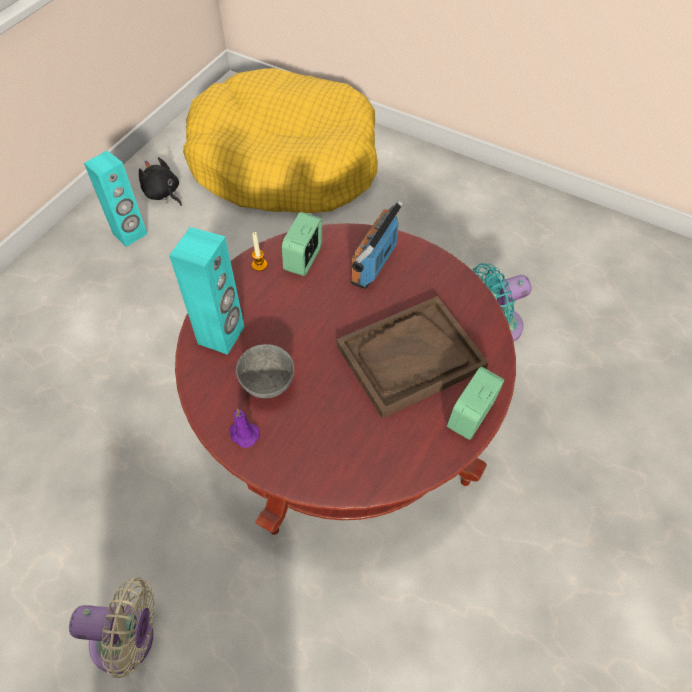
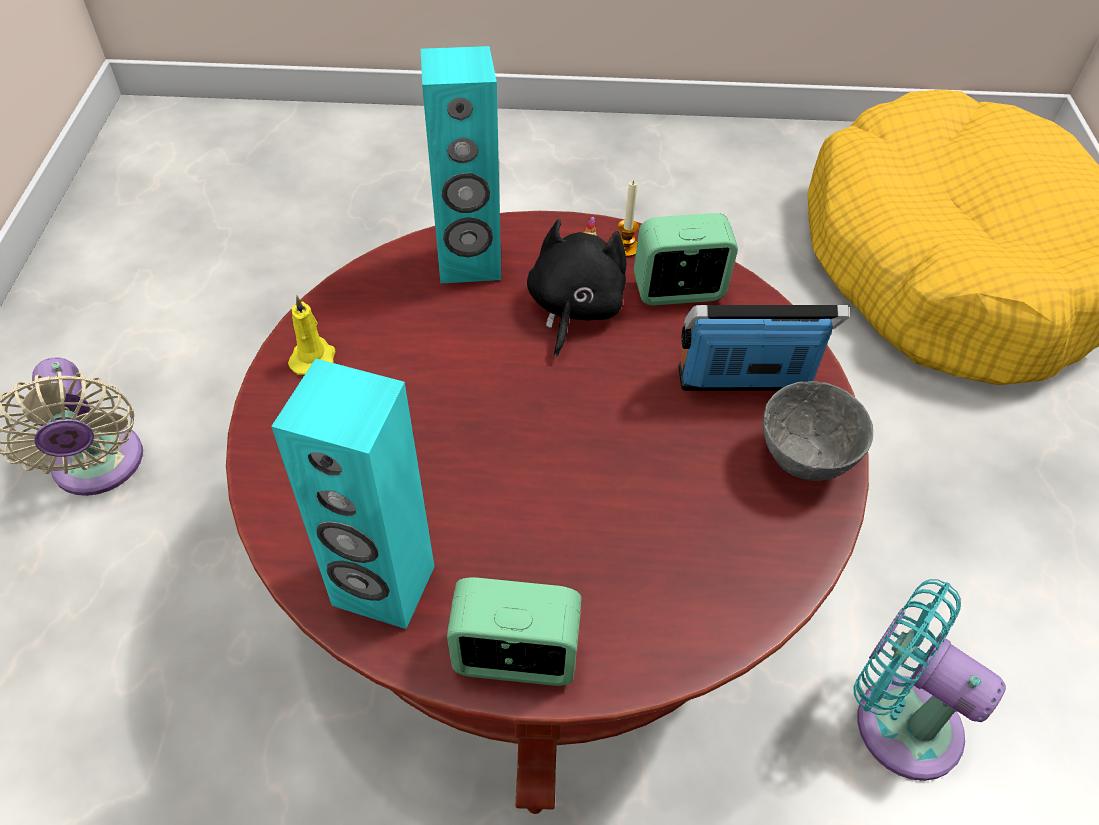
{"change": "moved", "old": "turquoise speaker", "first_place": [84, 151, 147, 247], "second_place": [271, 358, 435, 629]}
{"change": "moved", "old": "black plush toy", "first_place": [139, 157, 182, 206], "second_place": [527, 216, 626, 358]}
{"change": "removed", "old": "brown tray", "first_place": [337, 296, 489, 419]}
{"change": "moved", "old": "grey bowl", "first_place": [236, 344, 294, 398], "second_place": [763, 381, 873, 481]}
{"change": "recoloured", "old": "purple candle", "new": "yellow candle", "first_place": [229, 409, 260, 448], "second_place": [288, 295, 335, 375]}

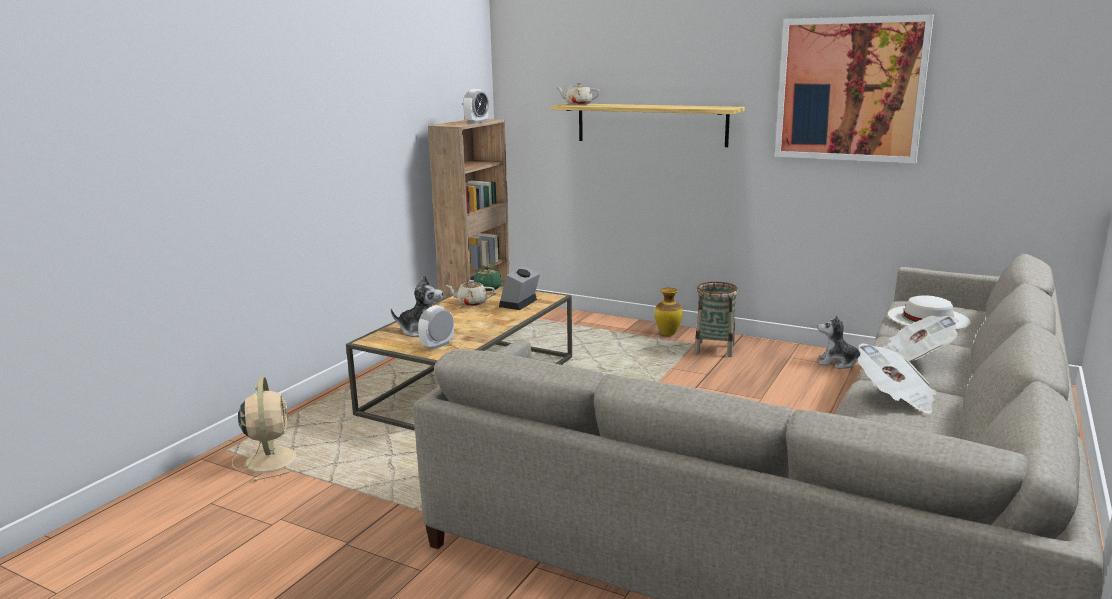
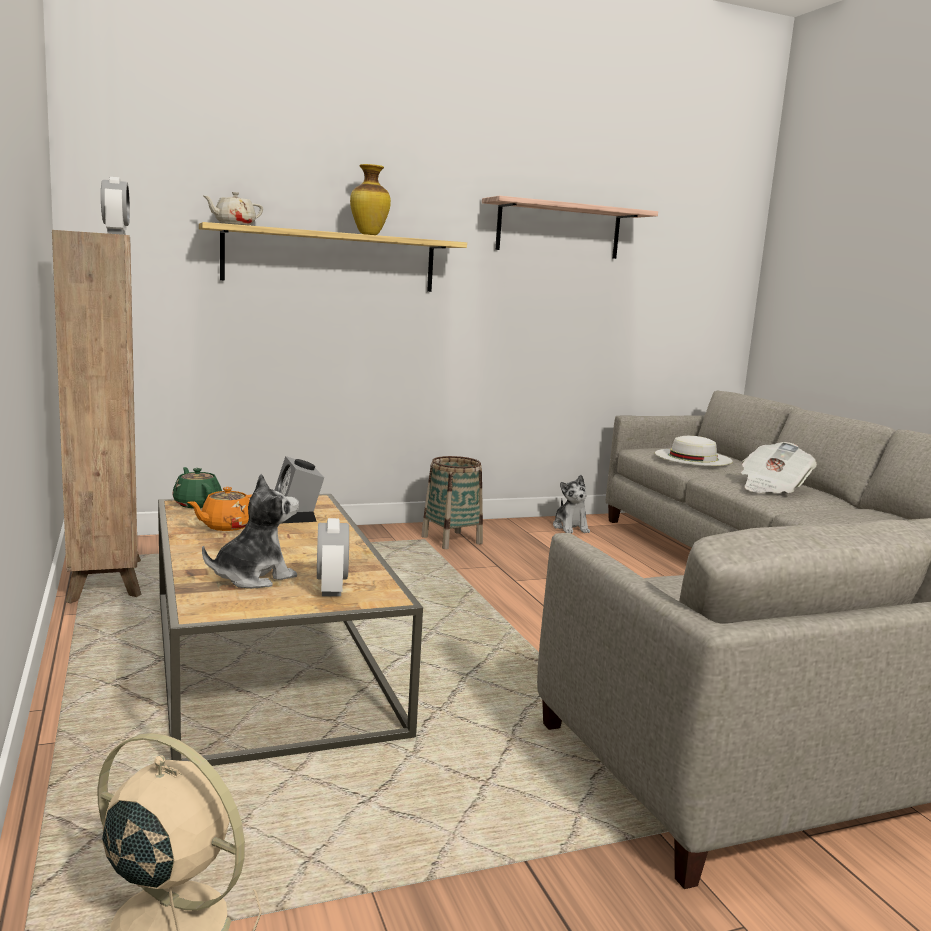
{"change": "replaced", "old": "picture", "new": "shelf", "first_place": [775, 15, 934, 163], "second_place": [482, 196, 658, 259]}
{"change": "recoloured", "old": "beige teapot", "new": "orange teapot", "first_place": [446, 280, 495, 306], "second_place": [187, 487, 253, 531]}
{"change": "moved", "old": "vase", "first_place": [654, 288, 683, 336], "second_place": [350, 164, 391, 235]}
{"change": "turned", "old": "plush toy", "first_place": [817, 315, 861, 369], "second_place": [553, 475, 590, 533], "degrees": -75}
{"change": "removed", "old": "newspaper", "first_place": [858, 343, 937, 414]}

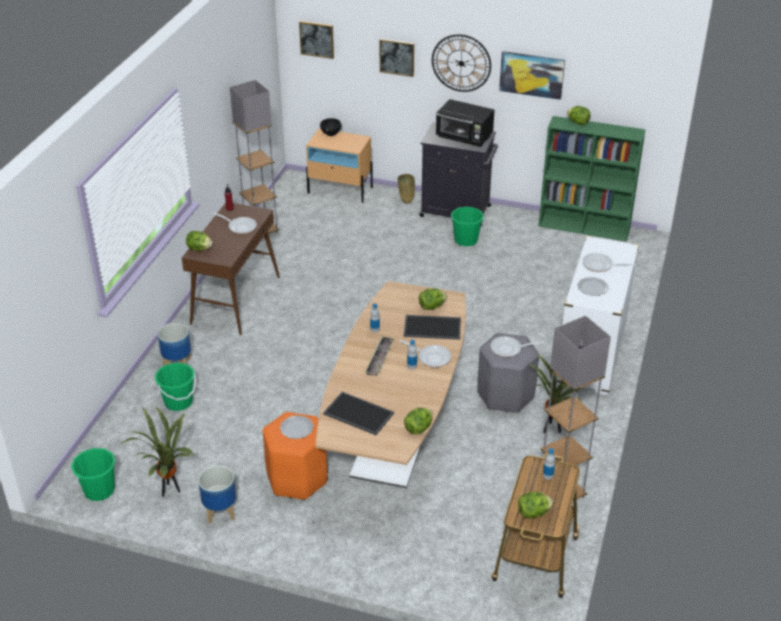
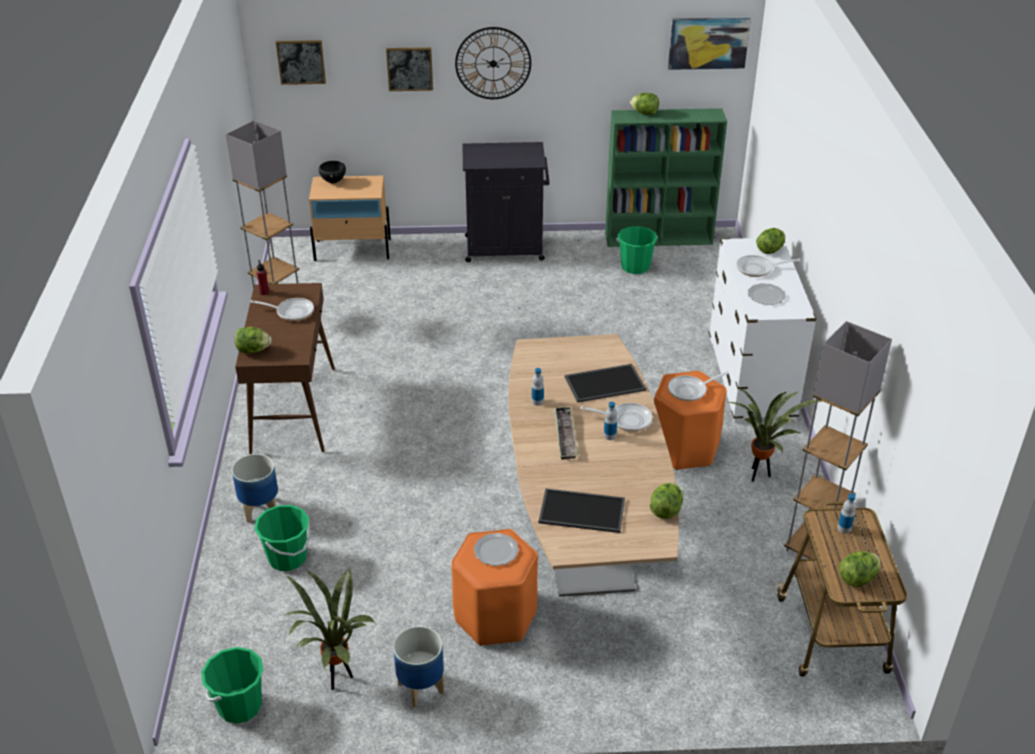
{"change": "moved", "old": "picture", "first_place": [499, 51, 565, 100], "second_place": [668, 17, 751, 70]}
{"change": "removed", "old": "black microwave", "first_place": [436, 99, 495, 147]}
{"change": "removed", "old": "beige vase", "first_place": [397, 174, 415, 203]}
{"change": "moved", "old": "green bucket", "first_place": [451, 207, 485, 246], "second_place": [616, 226, 658, 274]}
{"change": "moved", "old": "lettuce", "first_place": [419, 288, 447, 310], "second_place": [756, 228, 785, 254]}
{"change": "recoloured", "old": "grey stool", "new": "orange stool", "first_place": [477, 333, 539, 413], "second_place": [654, 371, 727, 470]}

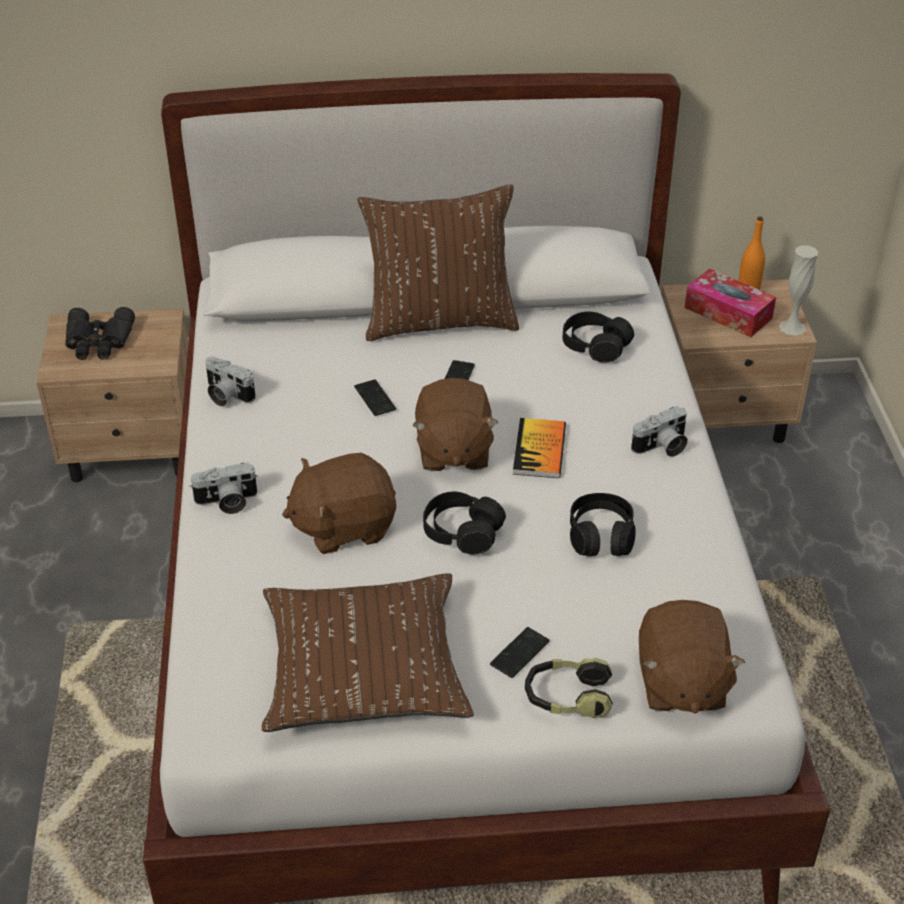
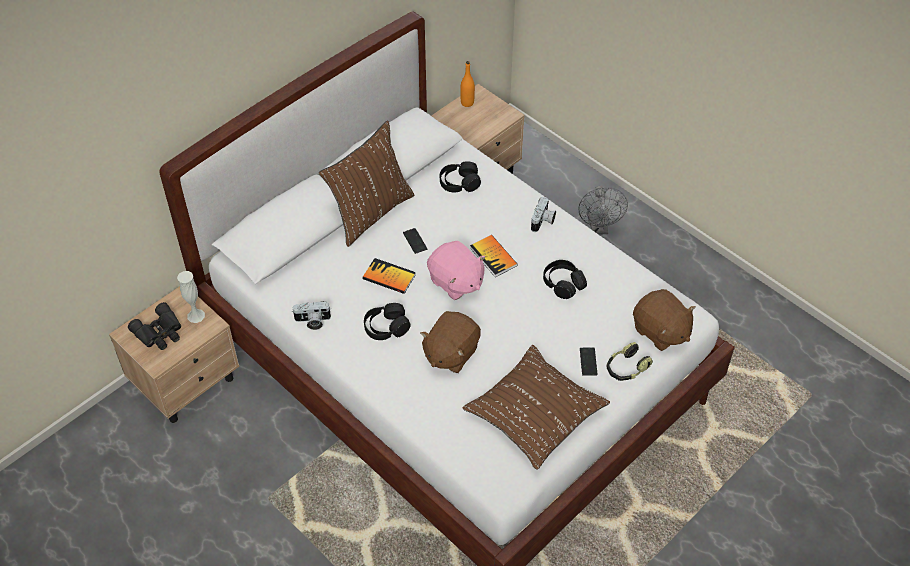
{"change": "moved", "old": "white vase", "first_place": [779, 245, 818, 335], "second_place": [177, 271, 205, 323]}
{"change": "removed", "old": "tissue box", "first_place": [685, 269, 776, 337]}
{"change": "recoloured", "old": "brown plush toy", "new": "pink plush toy", "first_place": [412, 378, 499, 471], "second_place": [427, 241, 486, 300]}
{"change": "replaced", "old": "phone", "new": "book", "first_place": [354, 379, 396, 416], "second_place": [363, 258, 416, 294]}
{"change": "removed", "old": "photo camera", "first_place": [189, 463, 258, 514]}
{"change": "moved", "old": "black headphones", "first_place": [423, 492, 506, 554], "second_place": [364, 303, 410, 340]}
{"change": "added", "new": "grey fan", "second_place": [578, 186, 628, 235]}

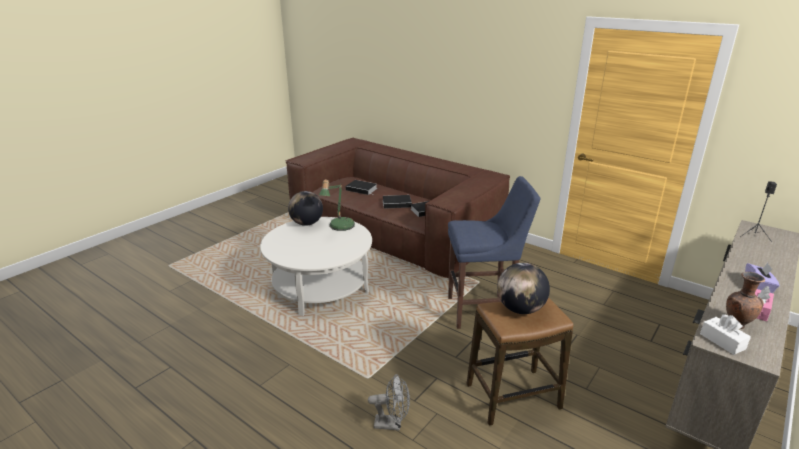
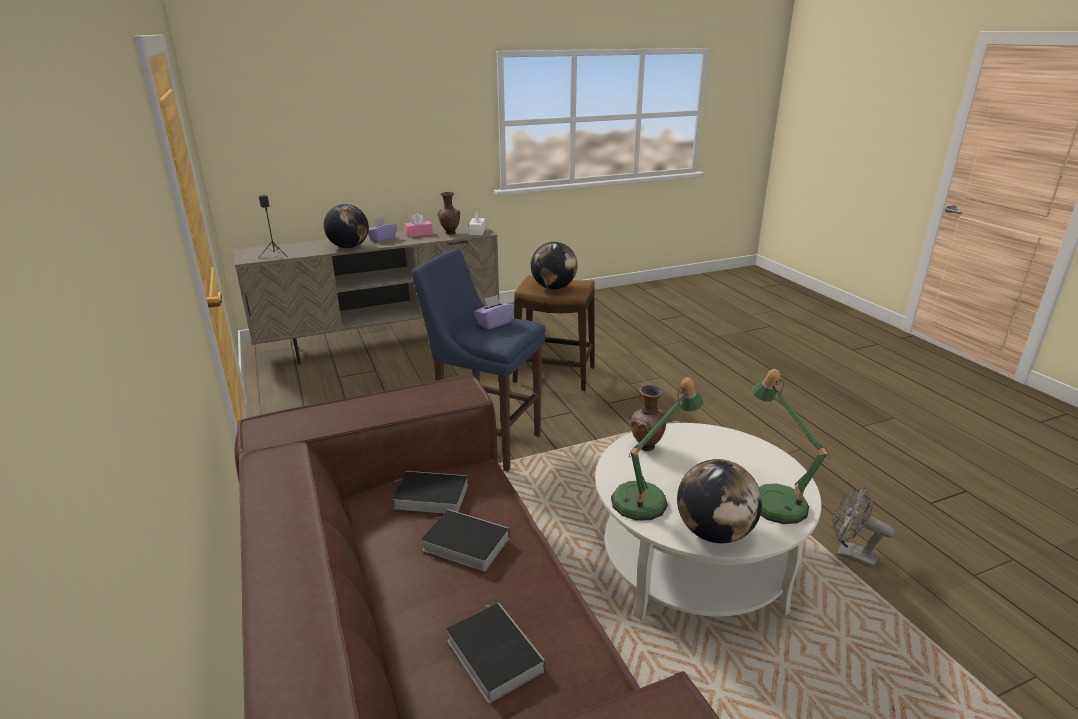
{"change": "moved", "old": "grey fan", "first_place": [368, 374, 410, 431], "second_place": [833, 487, 895, 569]}
{"change": "added", "new": "globe", "second_place": [324, 204, 369, 248]}
{"change": "added", "new": "purple tissue box", "second_place": [474, 295, 514, 329]}
{"change": "added", "new": "table lamp", "second_place": [752, 369, 830, 524]}
{"change": "added", "new": "brown vase", "second_place": [631, 385, 666, 451]}

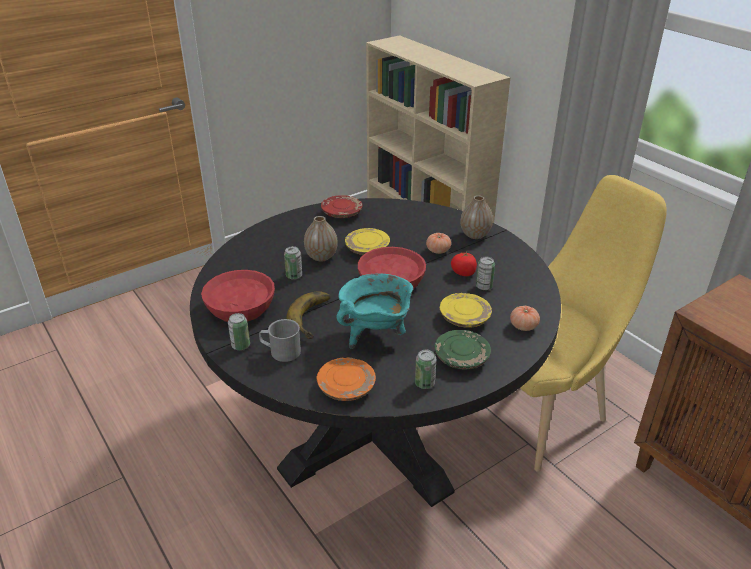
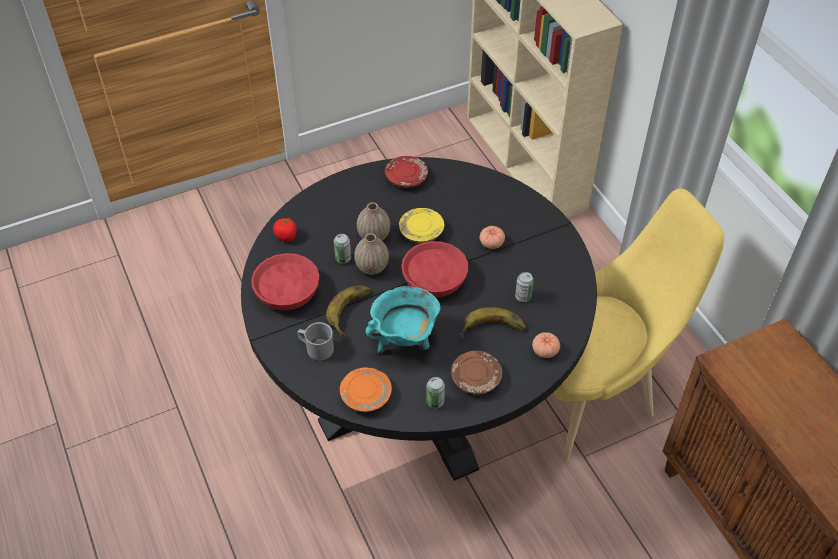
{"change": "moved", "old": "vase", "first_place": [461, 195, 493, 239], "second_place": [354, 233, 389, 275]}
{"change": "moved", "old": "tomato", "first_place": [451, 251, 477, 276], "second_place": [273, 218, 297, 242]}
{"change": "replaced", "old": "yellow plate", "new": "banana", "first_place": [440, 293, 492, 328], "second_place": [459, 307, 527, 341]}
{"change": "removed", "old": "can", "first_place": [228, 313, 250, 350]}
{"change": "recoloured", "old": "green plate", "new": "brown plate", "first_place": [435, 330, 491, 370], "second_place": [451, 351, 502, 395]}

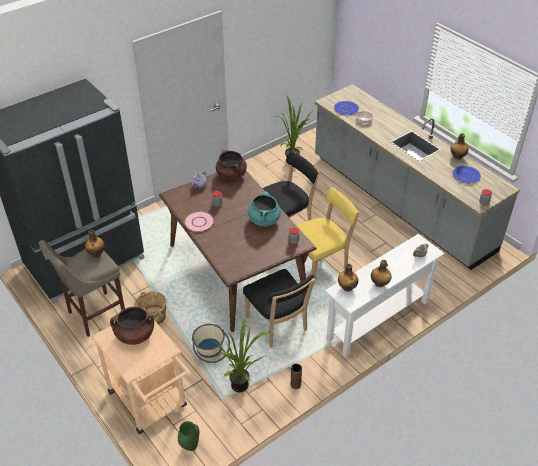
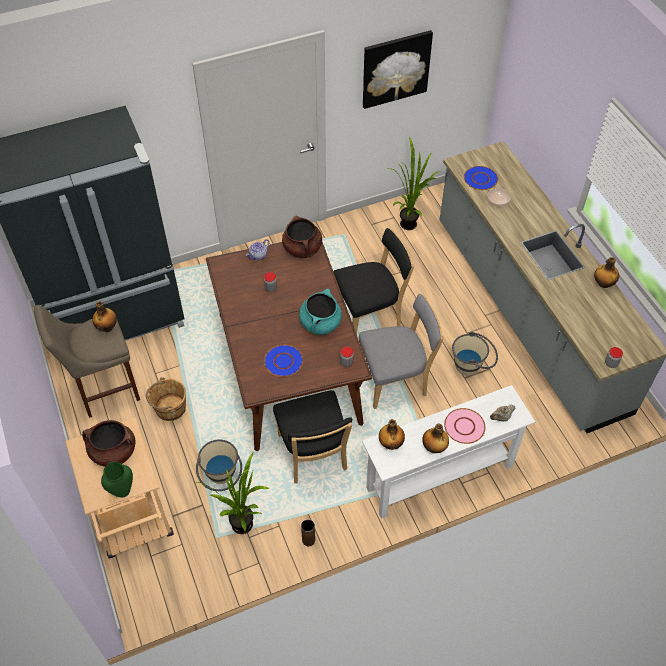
{"change": "moved", "old": "blue plate", "first_place": [452, 166, 481, 184], "second_place": [264, 345, 303, 377]}
{"change": "recoloured", "old": "yellow chair", "new": "grey chair", "first_place": [296, 187, 359, 283], "second_place": [358, 294, 444, 409]}
{"change": "moved", "old": "pink plate", "first_place": [184, 211, 214, 232], "second_place": [444, 408, 485, 444]}
{"change": "moved", "old": "green vase", "first_place": [178, 421, 199, 451], "second_place": [101, 461, 133, 498]}
{"change": "added", "new": "picture", "second_place": [363, 30, 433, 109]}
{"change": "added", "new": "beige bucket", "second_place": [452, 331, 498, 376]}

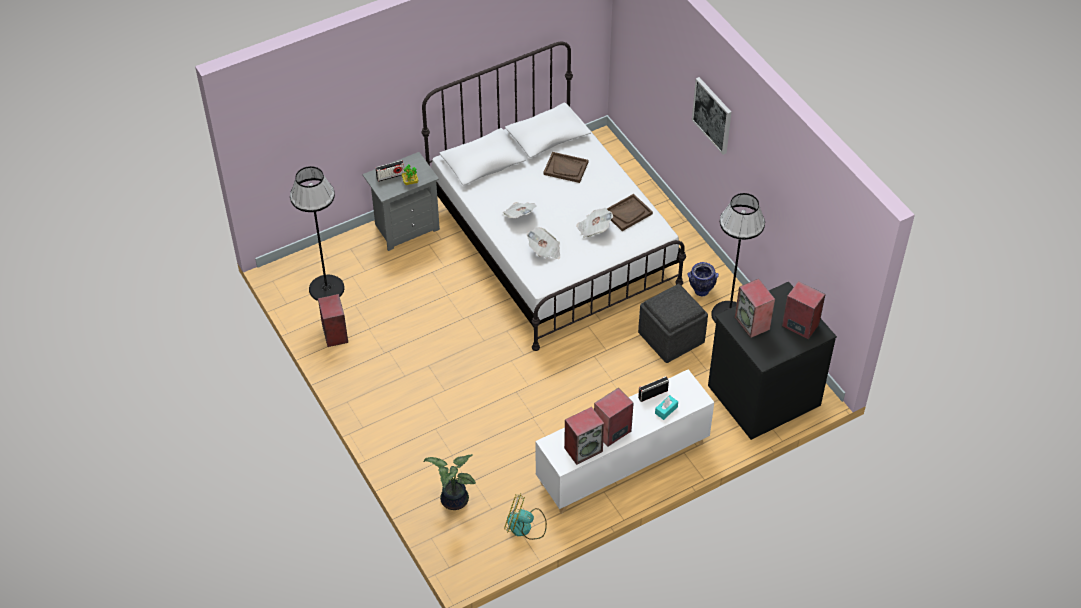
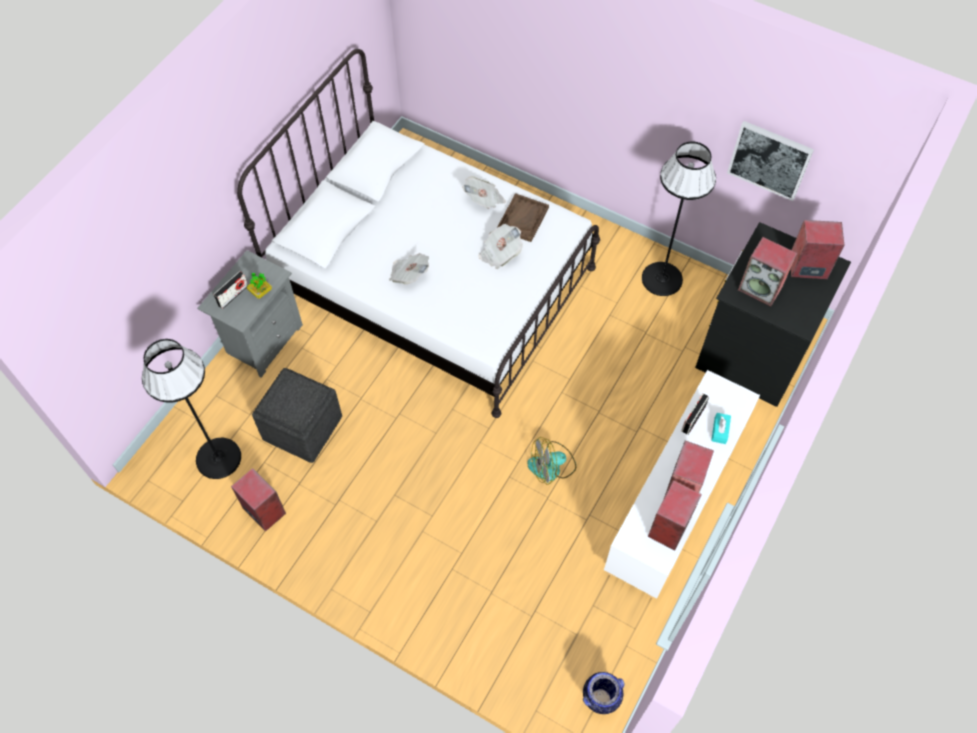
{"change": "moved", "old": "picture", "first_place": [692, 77, 732, 155], "second_place": [727, 121, 814, 201]}
{"change": "removed", "old": "brown tray", "first_place": [543, 152, 588, 183]}
{"change": "moved", "old": "newspaper", "first_place": [527, 228, 560, 259], "second_place": [462, 176, 506, 209]}
{"change": "moved", "old": "vase", "first_place": [687, 262, 719, 296], "second_place": [583, 672, 625, 714]}
{"change": "moved", "old": "grey ottoman", "first_place": [638, 284, 708, 363], "second_place": [252, 368, 342, 463]}
{"change": "removed", "old": "potted plant", "first_place": [423, 454, 476, 510]}
{"change": "moved", "old": "fan", "first_place": [504, 494, 547, 540], "second_place": [527, 437, 576, 485]}

